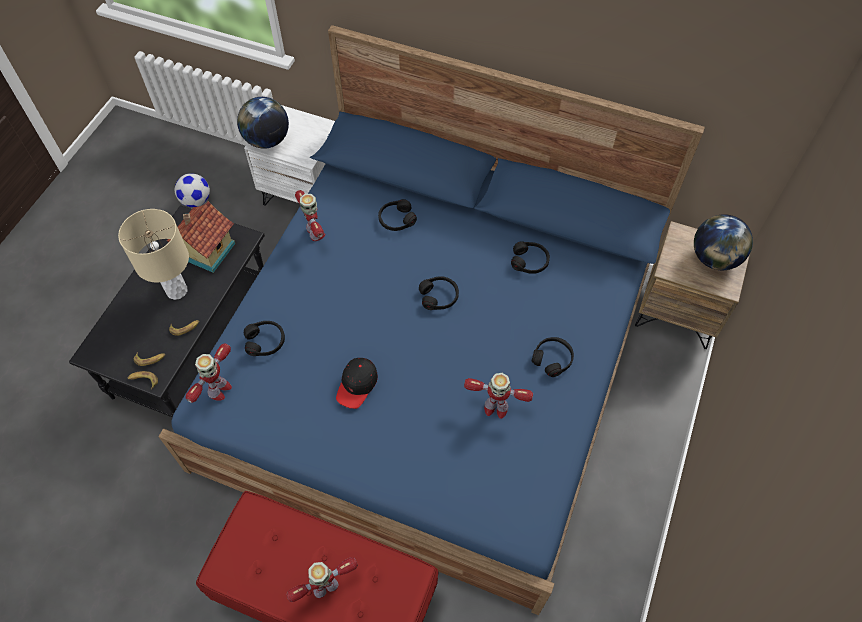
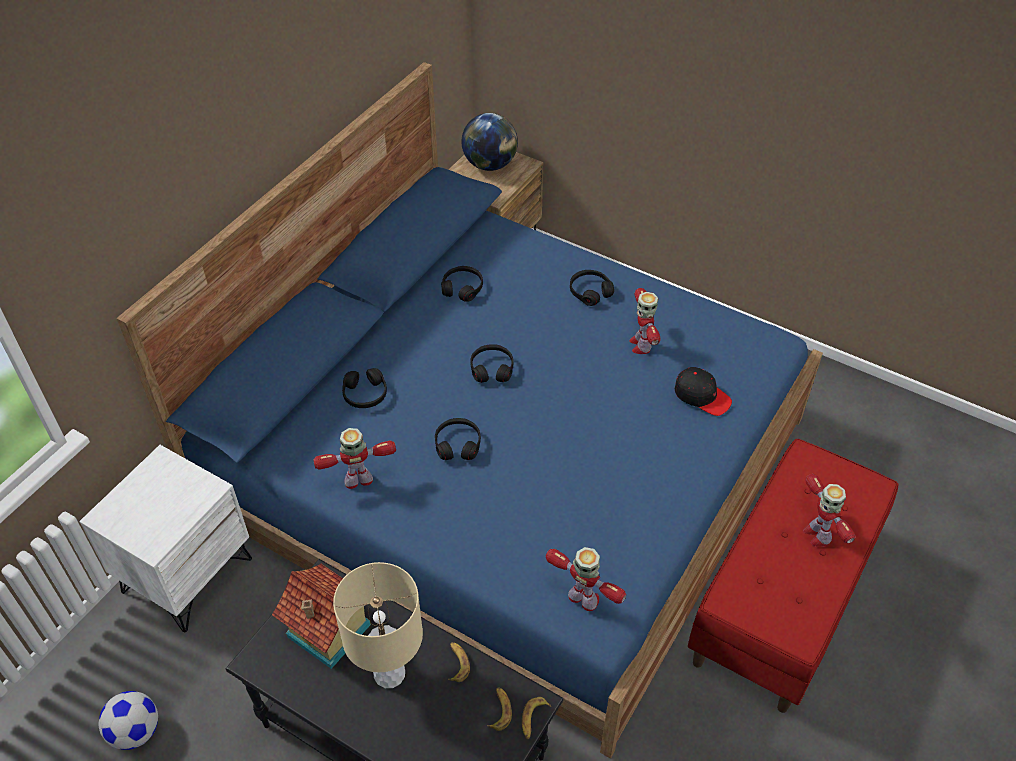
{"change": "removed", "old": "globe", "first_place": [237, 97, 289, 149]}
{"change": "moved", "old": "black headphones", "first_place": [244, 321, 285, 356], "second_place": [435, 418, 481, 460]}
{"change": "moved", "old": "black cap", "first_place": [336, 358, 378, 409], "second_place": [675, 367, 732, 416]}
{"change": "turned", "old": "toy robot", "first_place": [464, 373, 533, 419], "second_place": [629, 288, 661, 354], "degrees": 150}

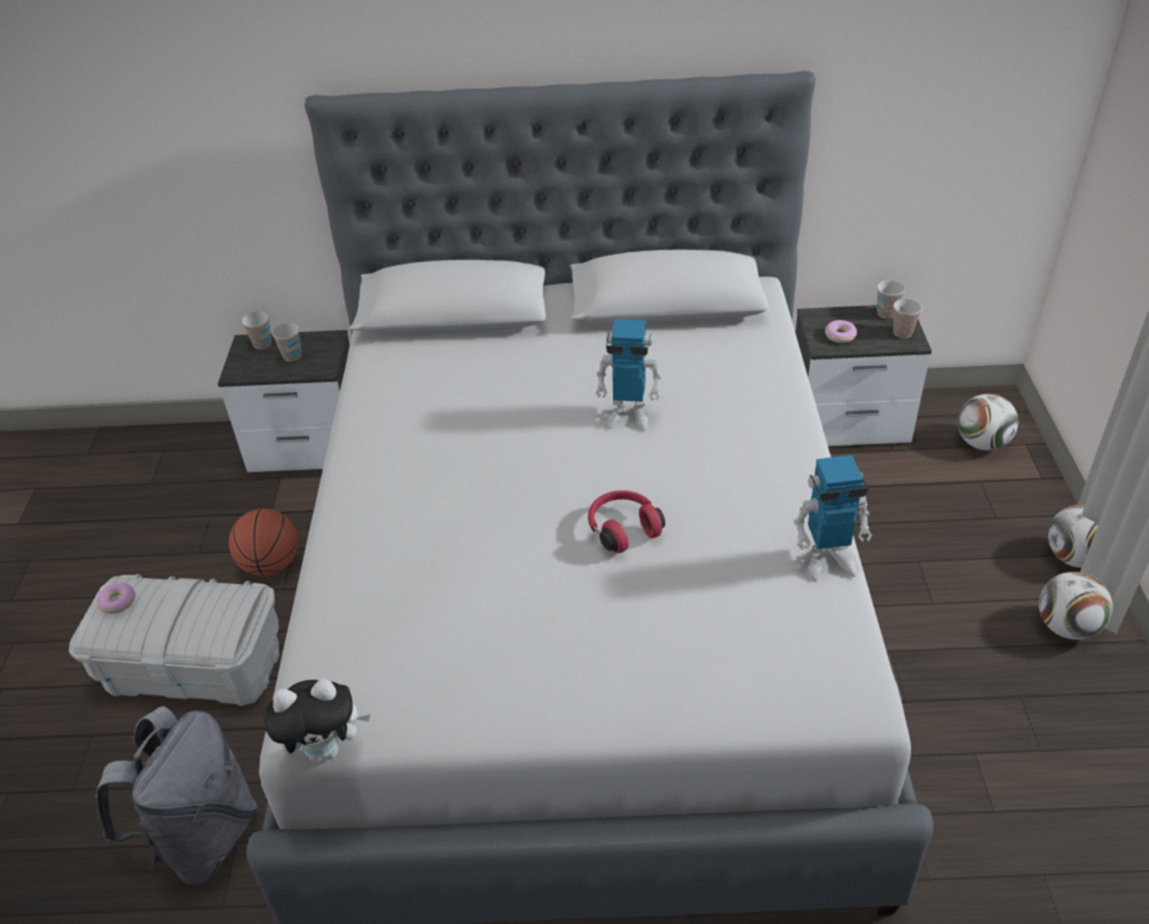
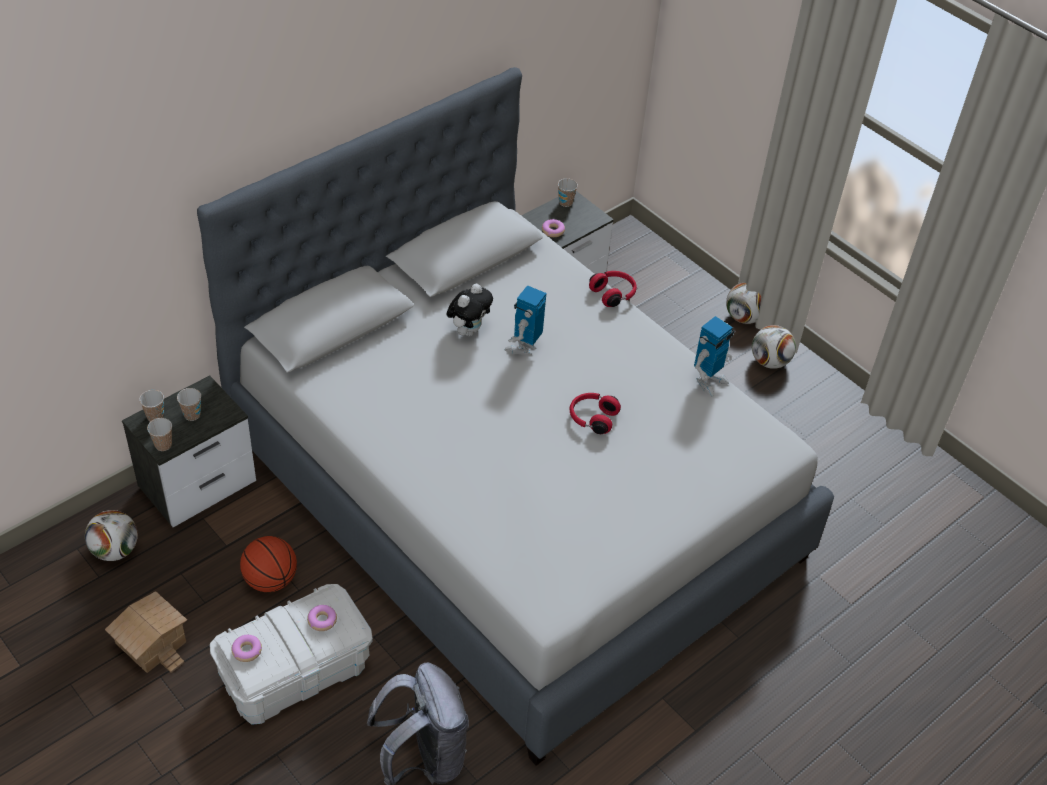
{"change": "moved", "old": "cup", "first_place": [893, 299, 922, 338], "second_place": [147, 418, 172, 451]}
{"change": "turned", "old": "toy robot", "first_place": [596, 319, 662, 431], "second_place": [505, 285, 547, 355], "degrees": 150}
{"change": "moved", "old": "football", "first_place": [958, 394, 1018, 450], "second_place": [85, 510, 138, 561]}
{"change": "moved", "old": "plush toy", "first_place": [264, 679, 371, 762], "second_place": [446, 283, 493, 336]}
{"change": "added", "new": "red headphones", "second_place": [589, 271, 637, 307]}
{"change": "added", "new": "toy house", "second_place": [105, 591, 187, 673]}
{"change": "added", "new": "donut", "second_place": [307, 605, 337, 631]}

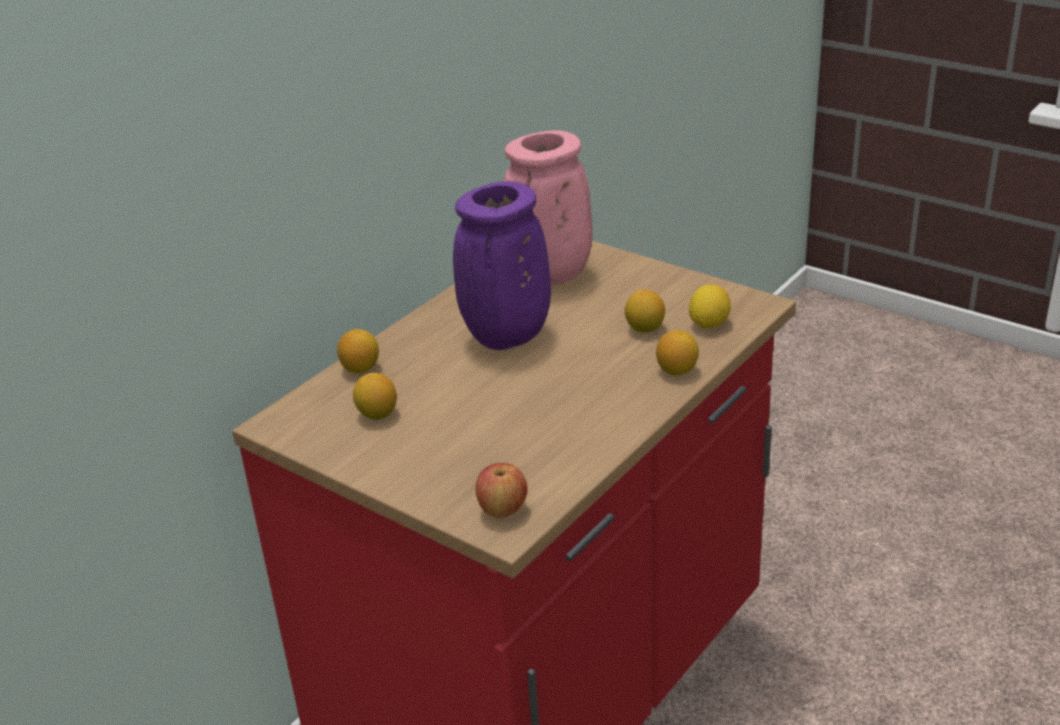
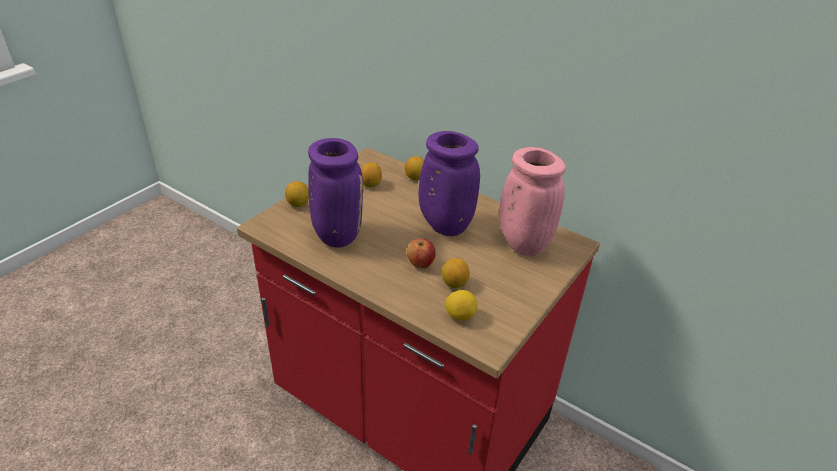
{"change": "moved", "old": "lemon", "first_place": [656, 330, 699, 375], "second_place": [285, 181, 309, 207]}
{"change": "moved", "old": "apple", "first_place": [475, 463, 528, 518], "second_place": [407, 238, 436, 268]}
{"change": "added", "new": "purple vase", "second_place": [308, 138, 363, 248]}

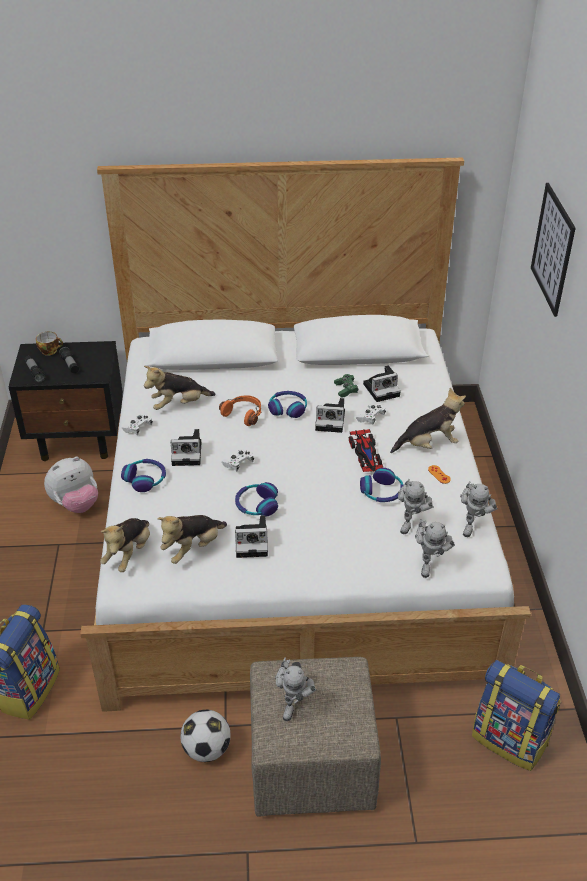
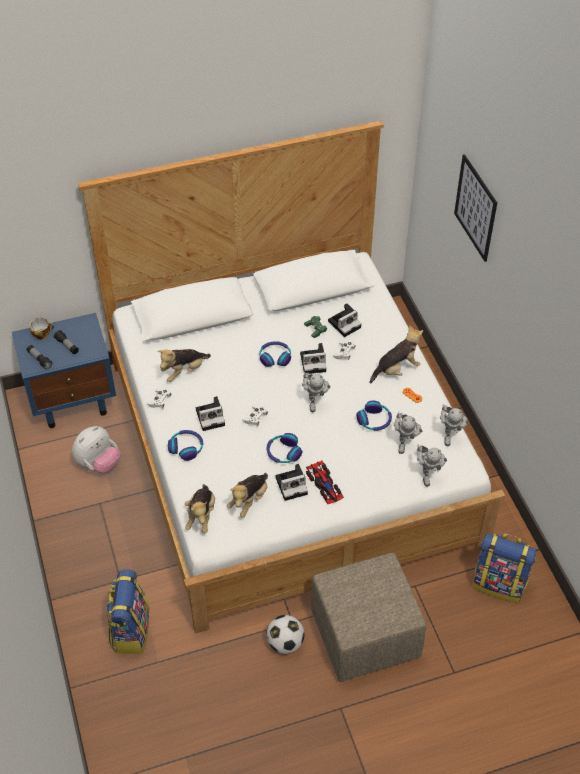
{"change": "recoloured", "old": "black nightstand", "new": "blue nightstand", "first_place": [9, 341, 123, 461], "second_place": [12, 313, 116, 428]}
{"change": "removed", "old": "orange headphones", "first_place": [219, 395, 261, 426]}
{"change": "moved", "old": "toy car", "first_place": [349, 429, 383, 472], "second_place": [306, 461, 344, 504]}
{"change": "moved", "old": "toy robot", "first_place": [275, 658, 316, 721], "second_place": [302, 372, 331, 412]}

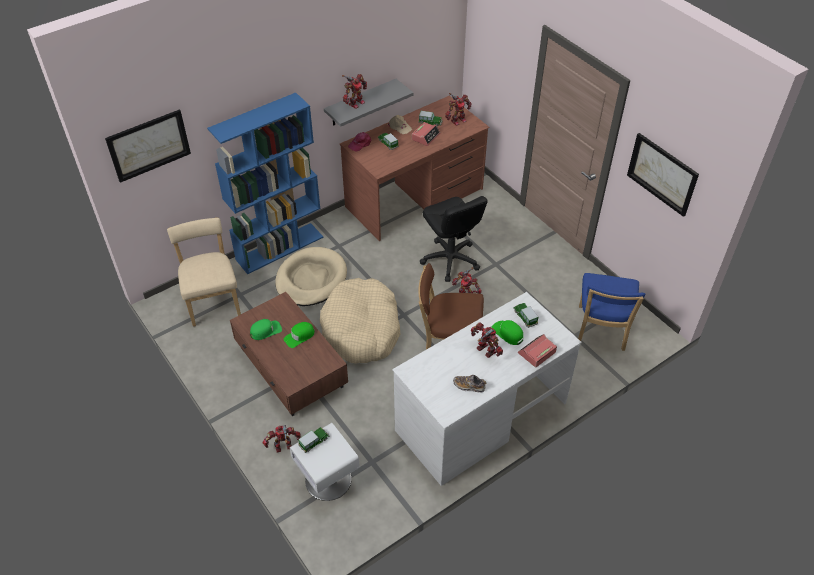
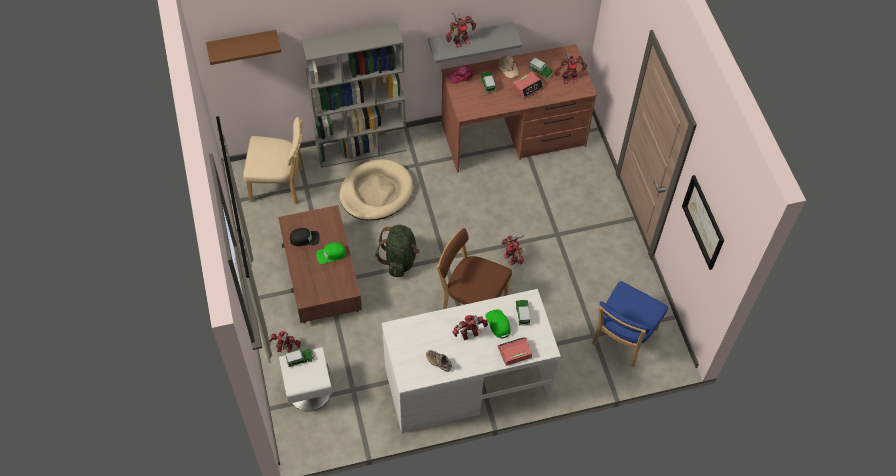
{"change": "recoloured", "old": "blue bookcase", "new": "grey bookcase", "first_place": [207, 93, 323, 274], "second_place": [301, 22, 406, 168]}
{"change": "replaced", "old": "picture", "new": "brown shelf", "first_place": [105, 110, 191, 183], "second_place": [206, 30, 281, 65]}
{"change": "removed", "old": "black office chair", "first_place": [420, 196, 488, 282]}
{"change": "turned", "old": "beige chair", "first_place": [167, 217, 241, 327], "second_place": [243, 117, 303, 204], "degrees": 90}
{"change": "replaced", "old": "beige dog bed", "new": "green backpack", "first_place": [320, 278, 400, 364], "second_place": [375, 225, 420, 277]}
{"change": "recoloured", "old": "green cap", "new": "black cap", "first_place": [250, 319, 282, 340], "second_place": [289, 228, 320, 246]}
{"change": "turned", "old": "toy robot", "first_place": [471, 322, 503, 358], "second_place": [452, 315, 488, 340], "degrees": -90}

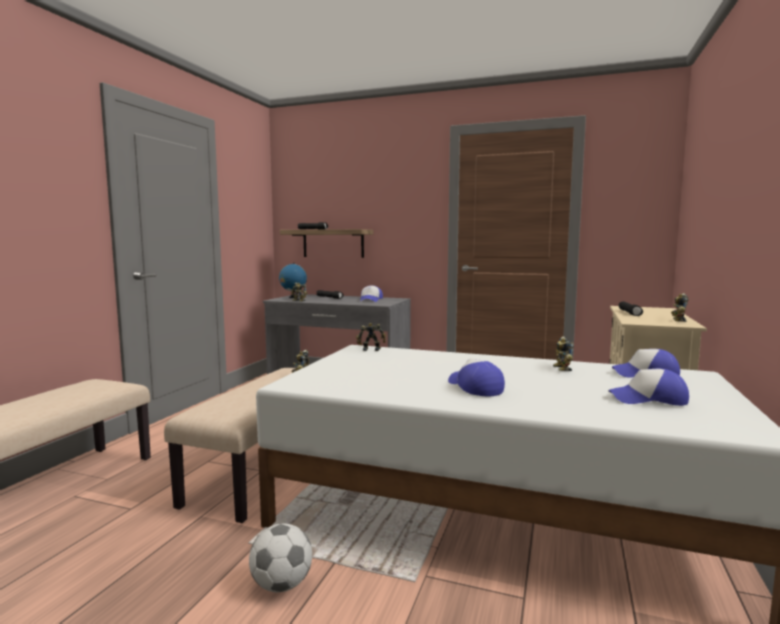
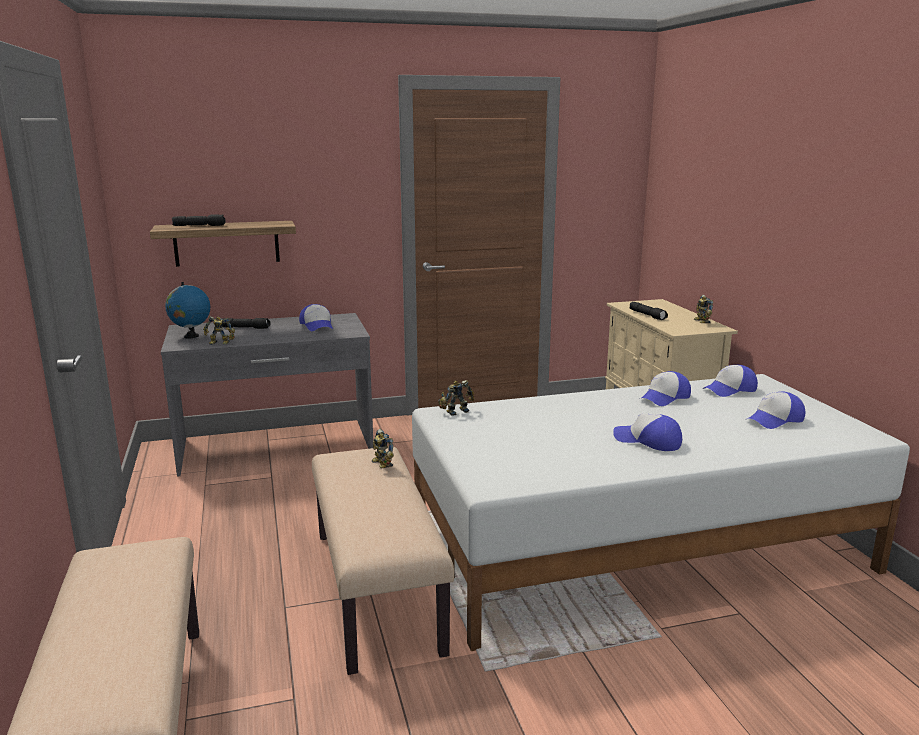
{"change": "replaced", "old": "toy robot", "new": "cap", "first_place": [553, 336, 574, 371], "second_place": [642, 371, 691, 406]}
{"change": "removed", "old": "football", "first_place": [249, 523, 312, 592]}

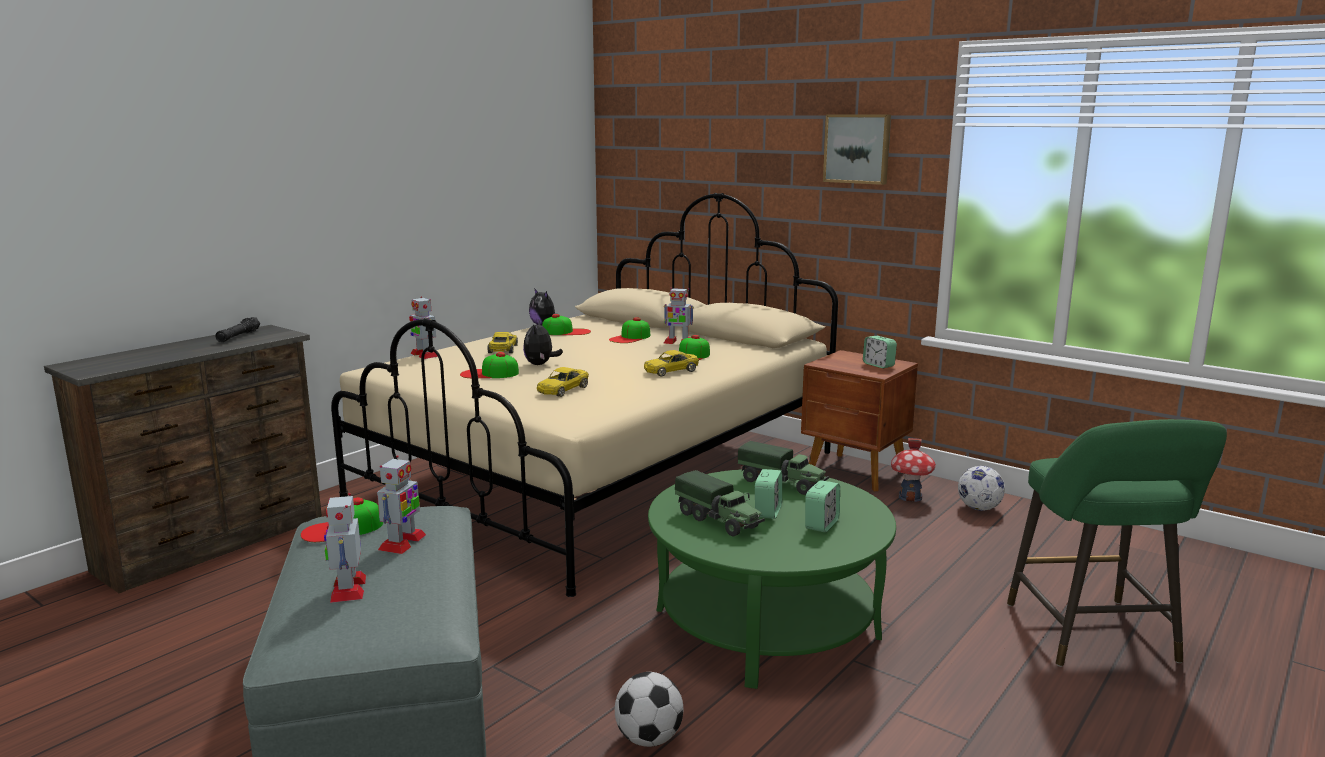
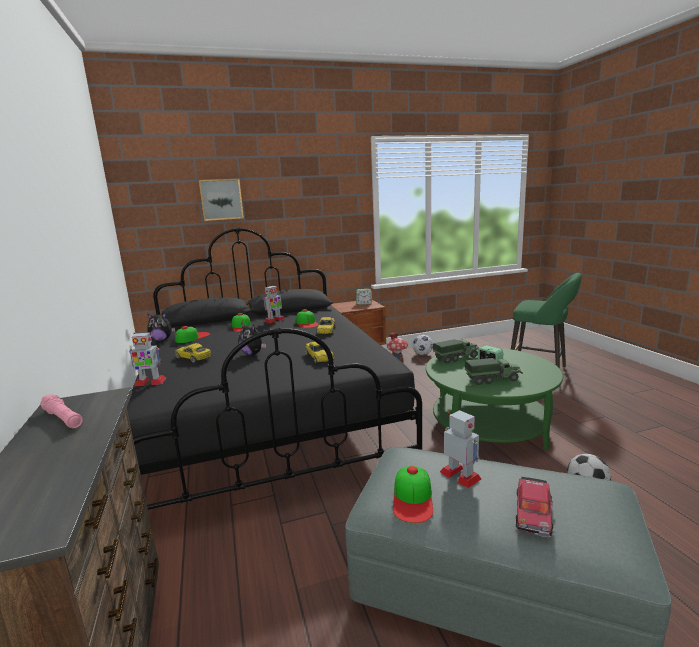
{"change": "moved", "old": "picture", "first_place": [823, 114, 891, 185], "second_place": [199, 179, 244, 221]}
{"change": "recoloured", "old": "beige bed", "new": "black bed", "first_place": [331, 193, 838, 597], "second_place": [127, 228, 422, 510]}
{"change": "recoloured", "old": "black flashlight", "new": "pink flashlight", "first_place": [215, 317, 260, 342], "second_place": [40, 394, 83, 428]}
{"change": "removed", "old": "cap", "first_place": [460, 352, 519, 378]}
{"change": "removed", "old": "alarm clock", "first_place": [805, 480, 840, 532]}
{"change": "replaced", "old": "toy robot", "new": "toy car", "first_place": [324, 493, 366, 603], "second_place": [516, 477, 553, 537]}

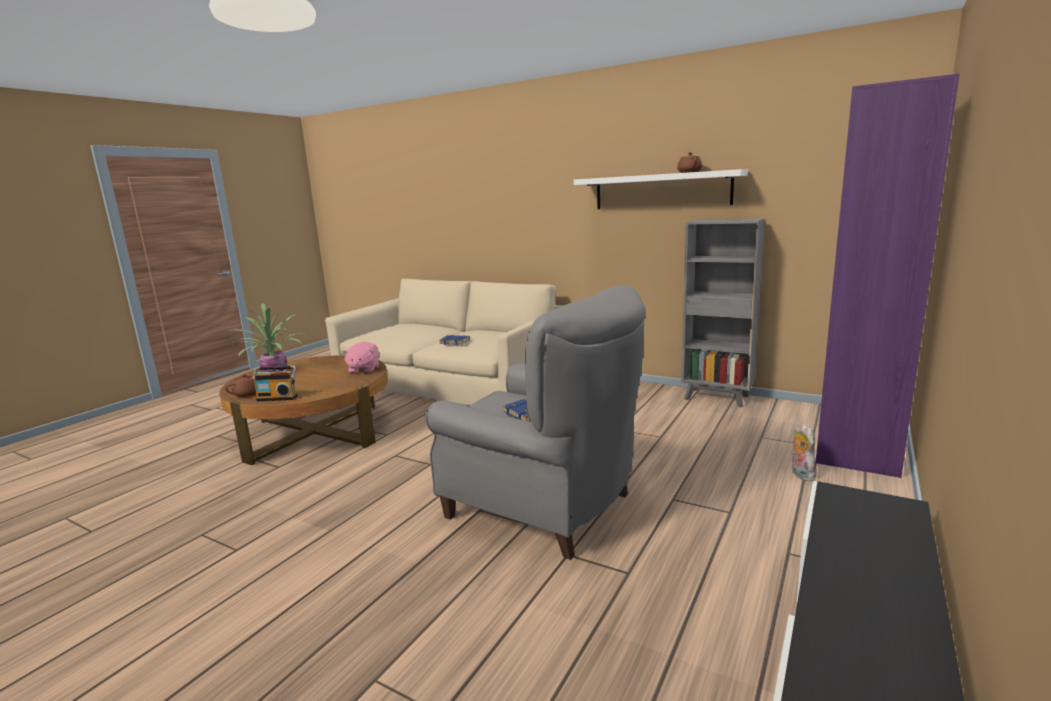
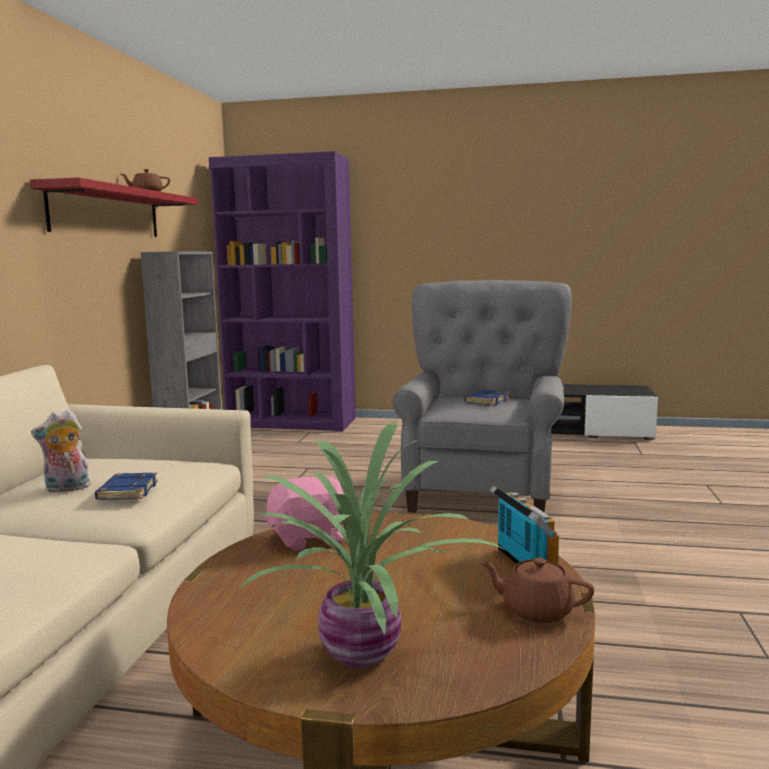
{"change": "recoloured", "old": "white shelf", "new": "red shelf", "first_place": [574, 169, 748, 209], "second_place": [30, 177, 198, 237]}
{"change": "moved", "old": "plush toy", "first_place": [791, 424, 817, 481], "second_place": [31, 410, 91, 493]}

